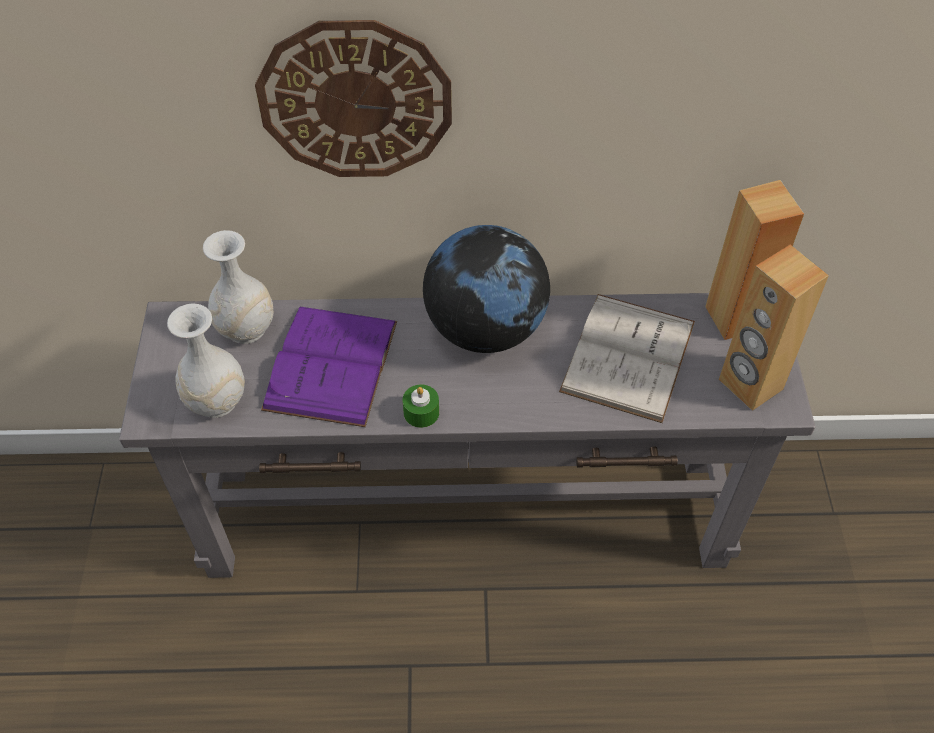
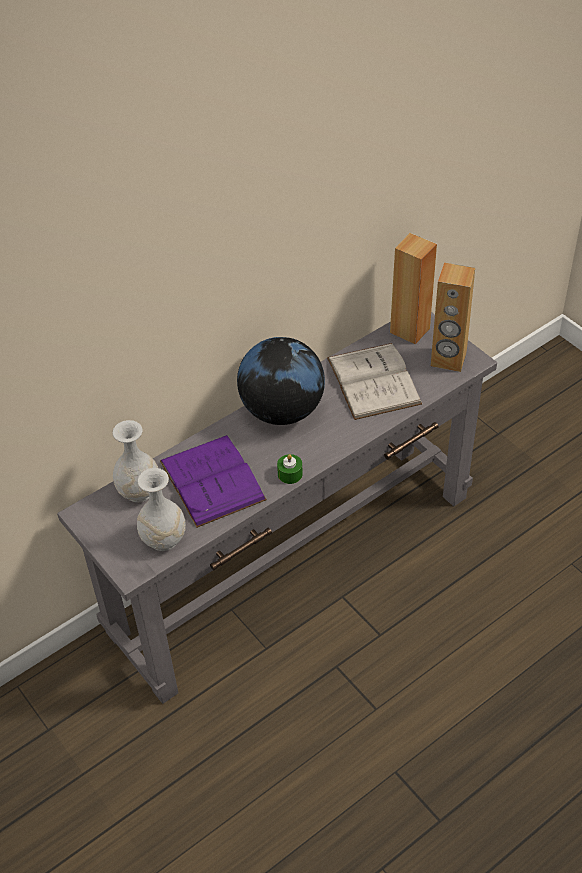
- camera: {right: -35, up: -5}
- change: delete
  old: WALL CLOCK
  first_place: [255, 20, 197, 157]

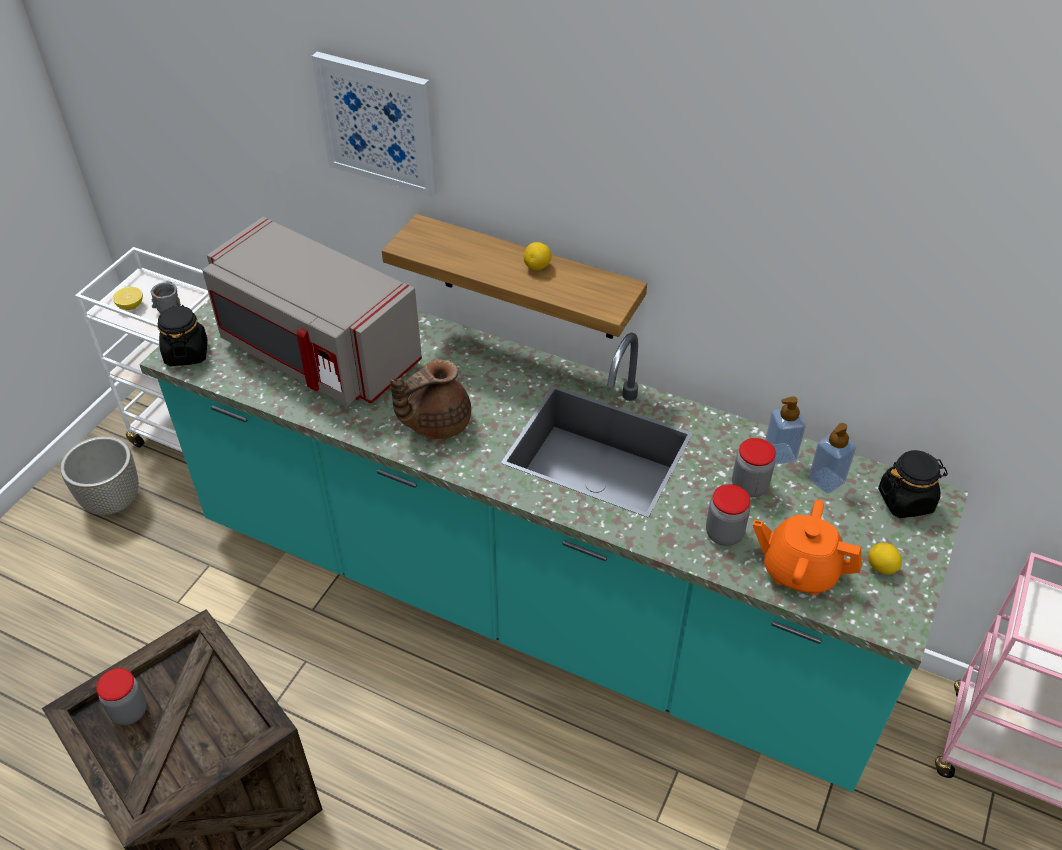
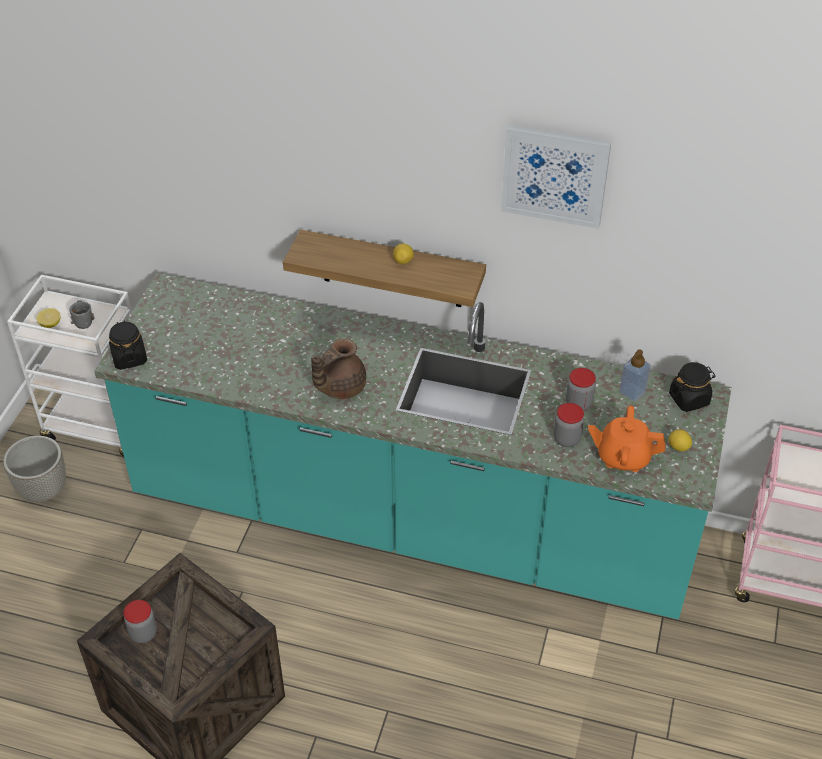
- camera: {right: -10, up: 0}
- change: move
  old: PICTURE
  first_place: [312, 52, 125, 145]
  second_place: [501, 125, 110, 104]
- change: delete
  old: GREY MICROWAVE
  first_place: [202, 217, 220, 189]
- change: delete
  old: SOAP DISPENSER
  first_place: [765, 396, 41, 69]

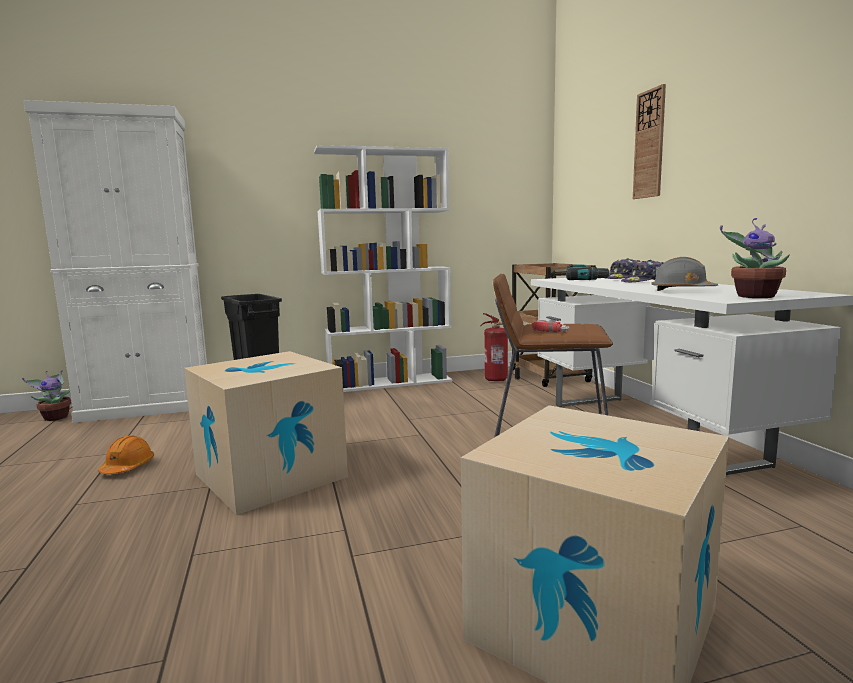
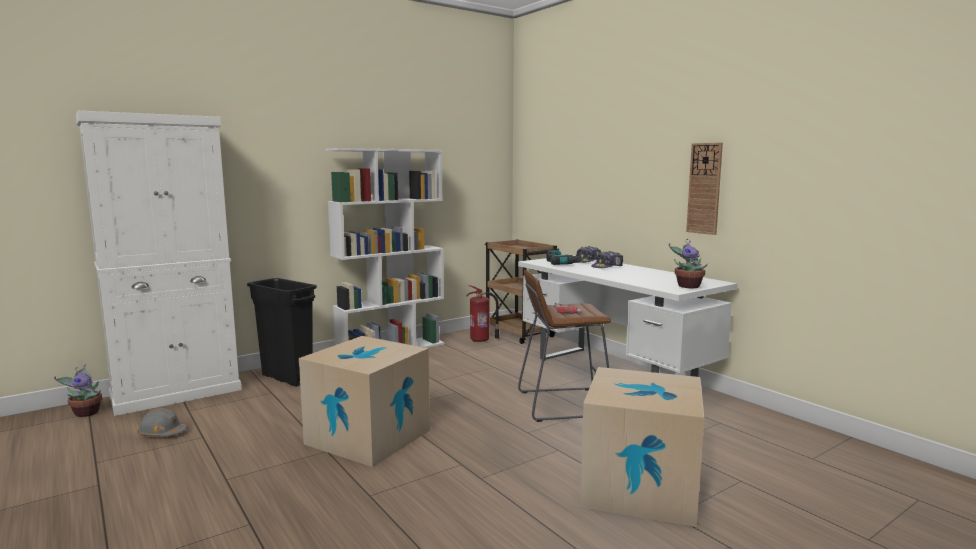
- camera: {right: -20, up: 0}
- change: move
  old: GREY HARD HAT
  first_place: [651, 257, 67, 34]
  second_place: [138, 408, 49, 28]
- change: move
  old: WALL CLOCK
  first_place: [633, 84, 33, 115]
  second_place: [686, 143, 37, 92]
- change: delete
  old: ORANGE HARD HAT
  first_place: [98, 435, 56, 39]

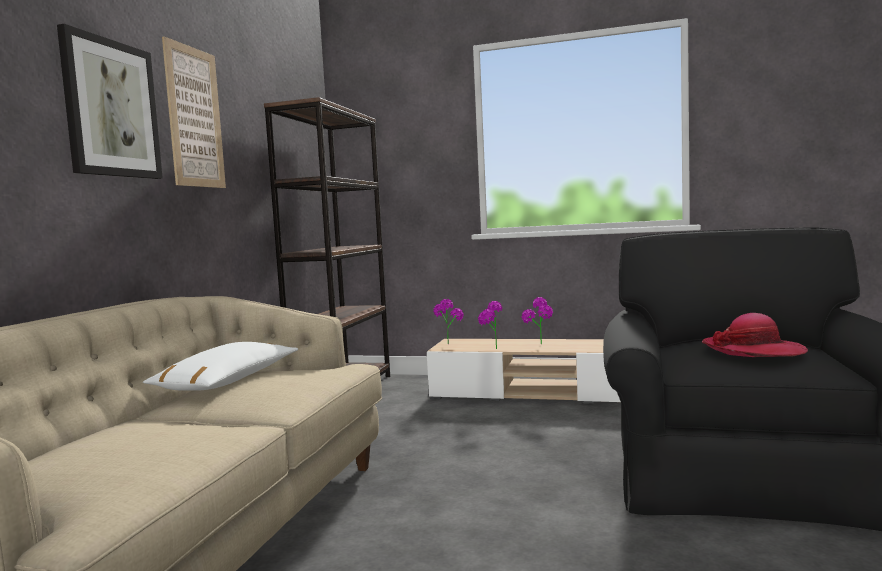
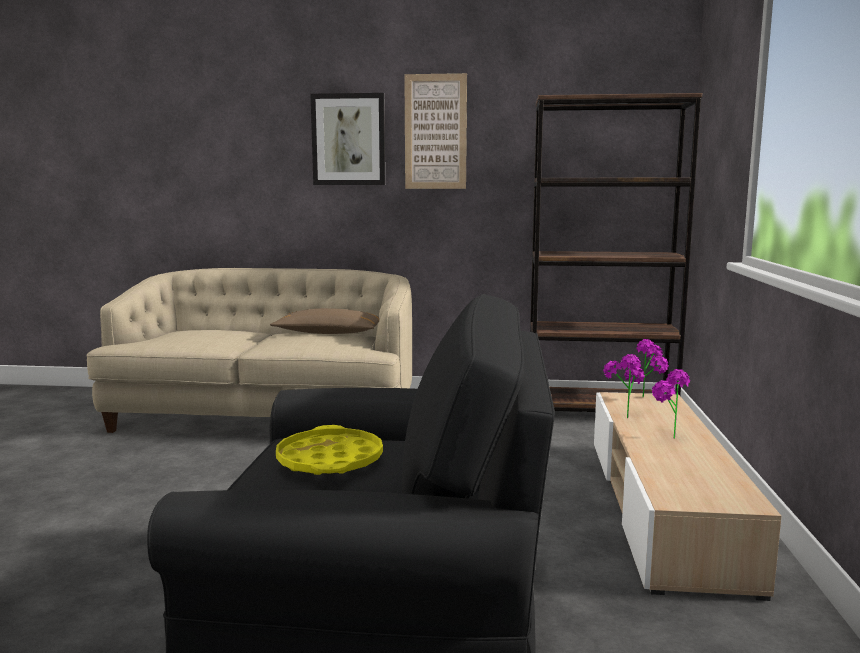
- camera: {right: 80, up: 5}
- change: recolor
  old: WHITE PILLOW
  new: BROWN PILLOW
  first_place: [143, 342, 155, 49]
  second_place: [270, 308, 109, 26]
- change: replace
  old: HAT
  new: YELLOW TRAY
  first_place: [702, 313, 106, 44]
  second_place: [276, 425, 107, 50]

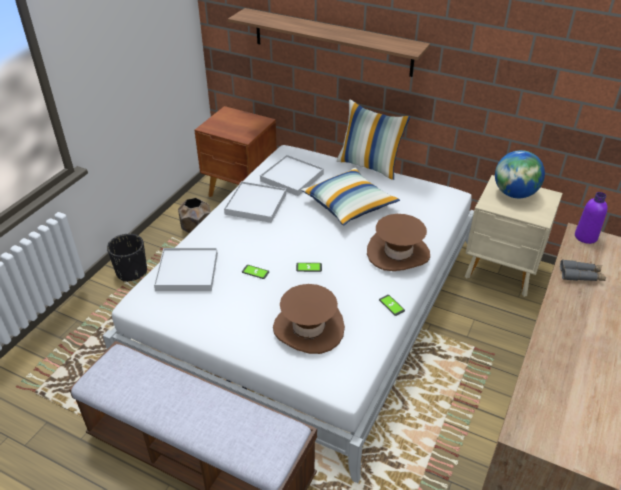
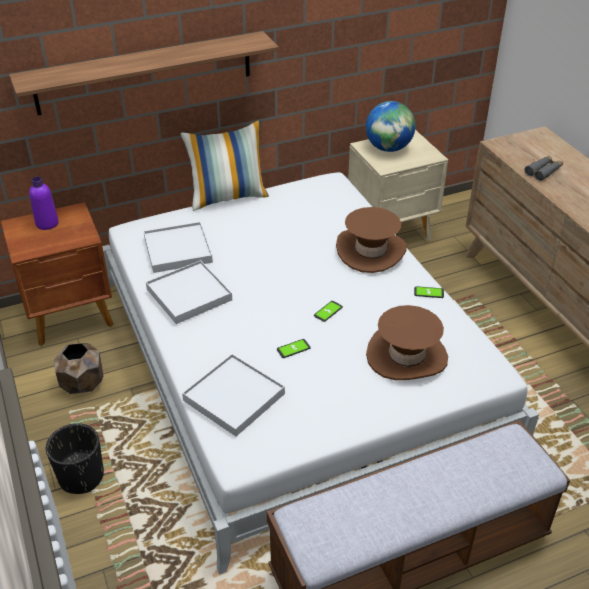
- camera: {right: -50, up: 0}
- change: move
  old: PURPLE BOTTLE
  first_place: [575, 192, 33, 52]
  second_place: [29, 177, 30, 53]
- change: delete
  old: PILLOW
  first_place: [301, 168, 99, 58]

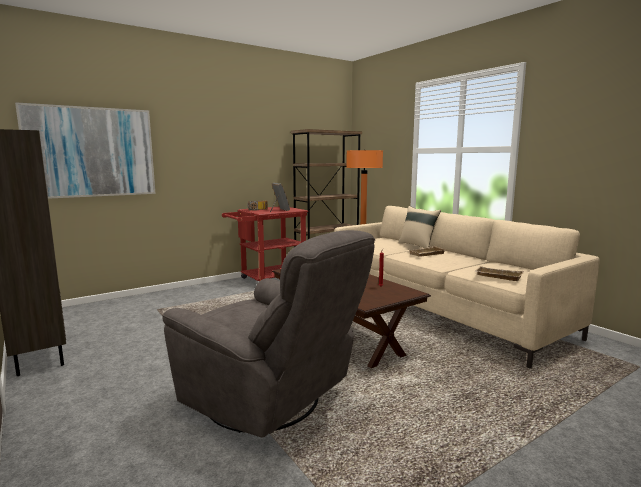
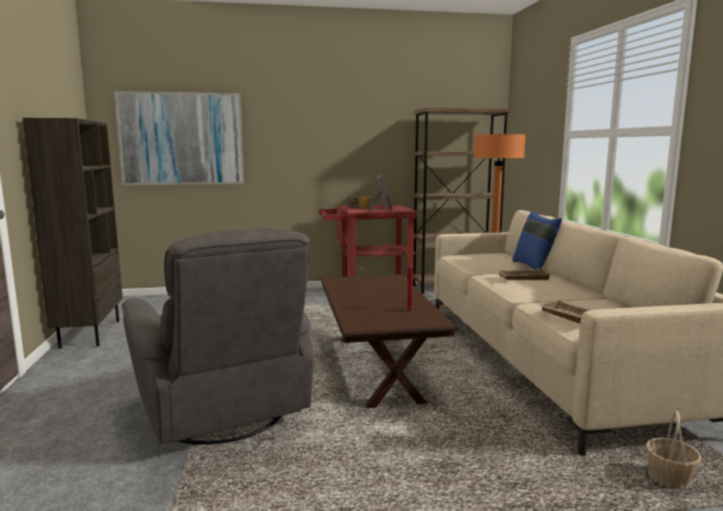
- camera: {right: 25, up: 0}
- change: recolor
  old: BEIGE PILLOW
  new: BLUE PILLOW
  first_place: [398, 206, 43, 42]
  second_place: [512, 211, 50, 58]
- change: insert
  new: BASKET
  second_place: [646, 411, 56, 78]

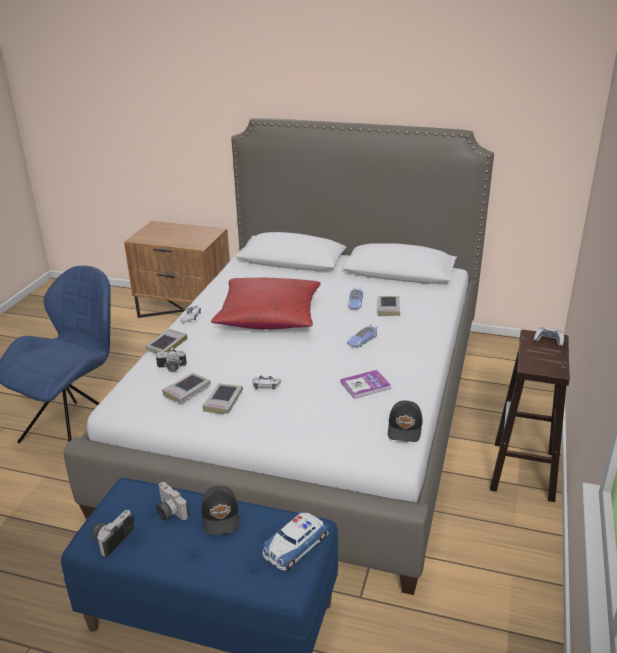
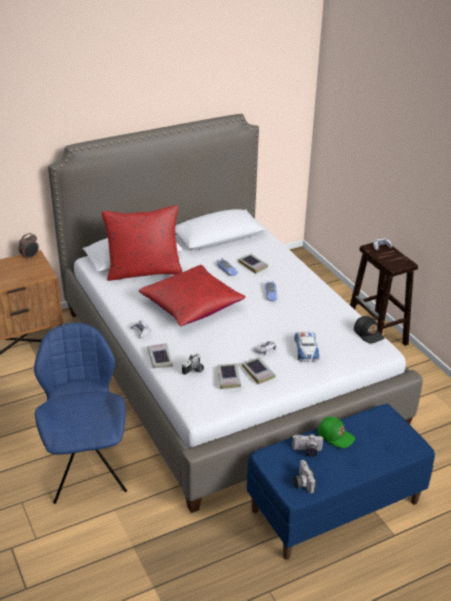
- camera: {right: -45, up: 5}
- change: insert
  new: ALARM CLOCK
  second_place: [19, 233, 20, 27]
- change: insert
  new: RED PILLOW
  second_place: [102, 206, 80, 75]
- change: move
  old: TOY CAR
  first_place: [262, 512, 67, 59]
  second_place: [294, 331, 25, 31]
- change: recolor
  old: BLACK CAP
  new: GREEN CAP
  first_place: [201, 486, 38, 49]
  second_place: [317, 417, 38, 31]
- change: delete
  old: BOOK
  first_place: [340, 370, 51, 29]

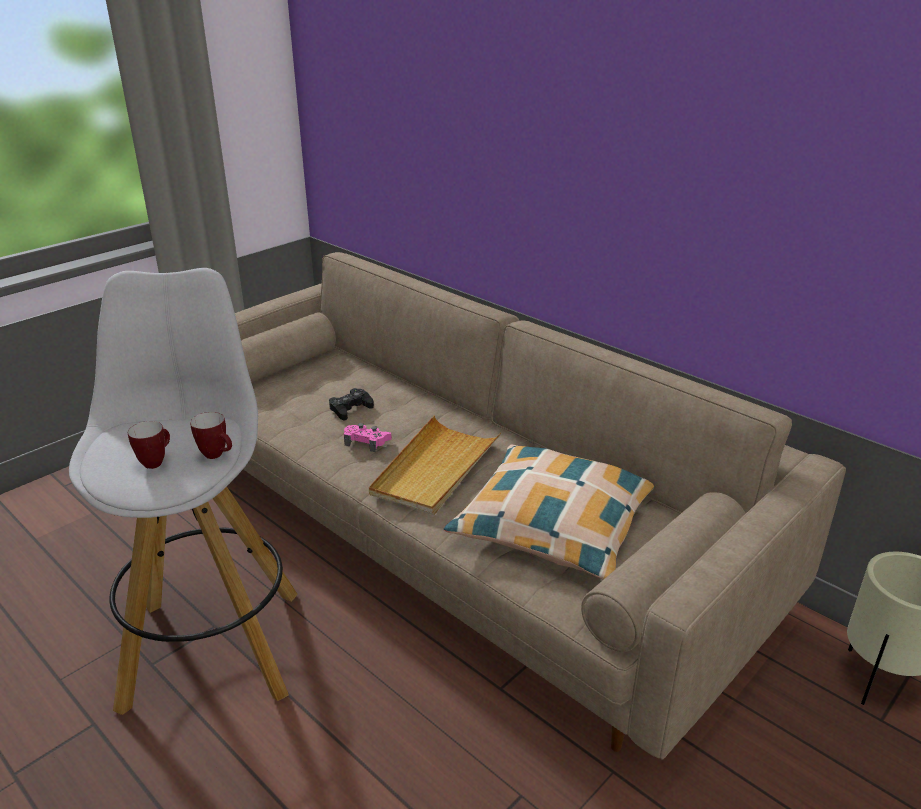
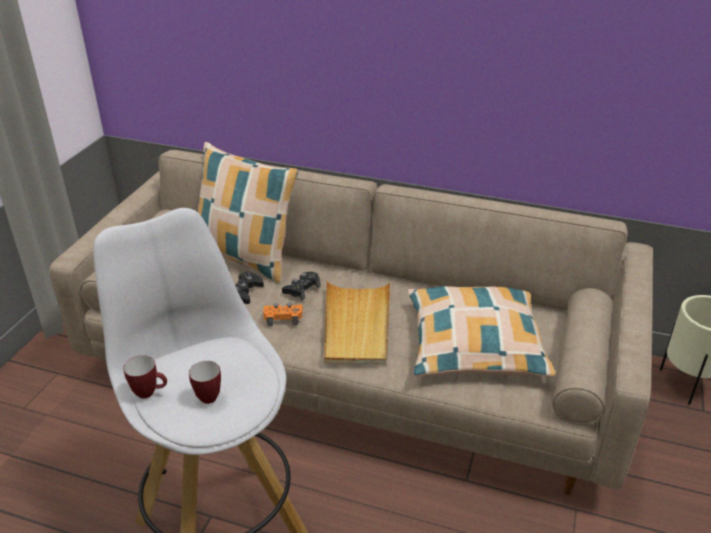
- camera: {right: -25, up: 5}
- change: move
  old: MUG
  first_place: [190, 412, 42, 47]
  second_place: [123, 355, 44, 44]
- change: insert
  new: PILLOW
  second_place: [198, 142, 101, 141]
- change: recolor
  old: PINK GAME CONTROLLER
  new: ORANGE GAME CONTROLLER
  first_place: [344, 423, 48, 29]
  second_place: [263, 303, 40, 23]
- change: insert
  new: BLACK GAME CONTROLLER
  second_place: [282, 272, 39, 28]

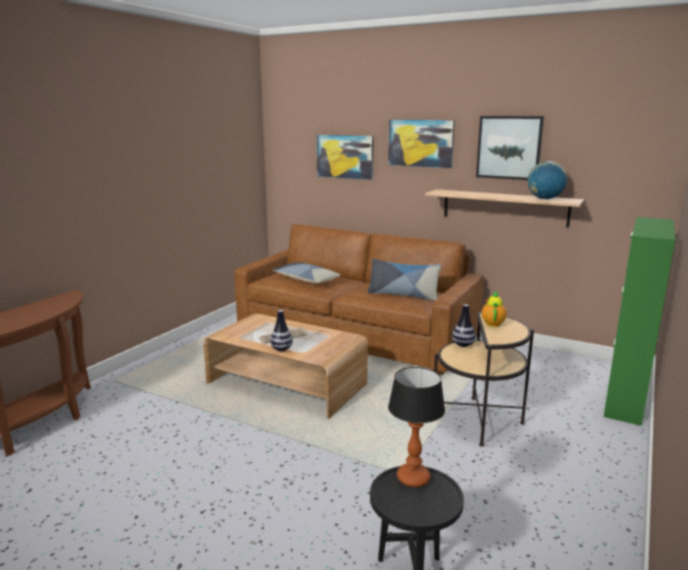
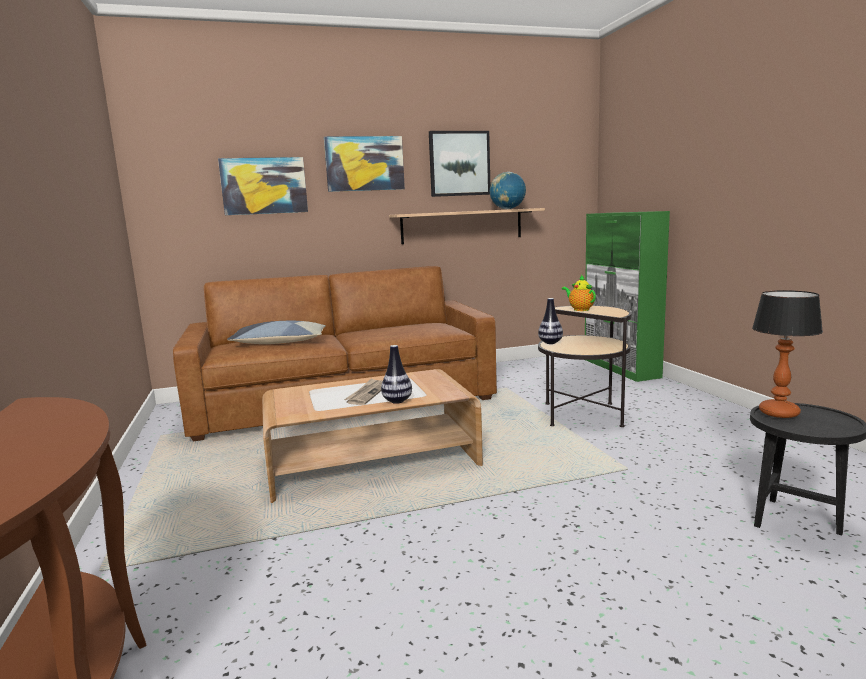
- camera: {right: -45, up: -5}
- change: delete
  old: PILLOW
  first_place: [367, 258, 74, 43]

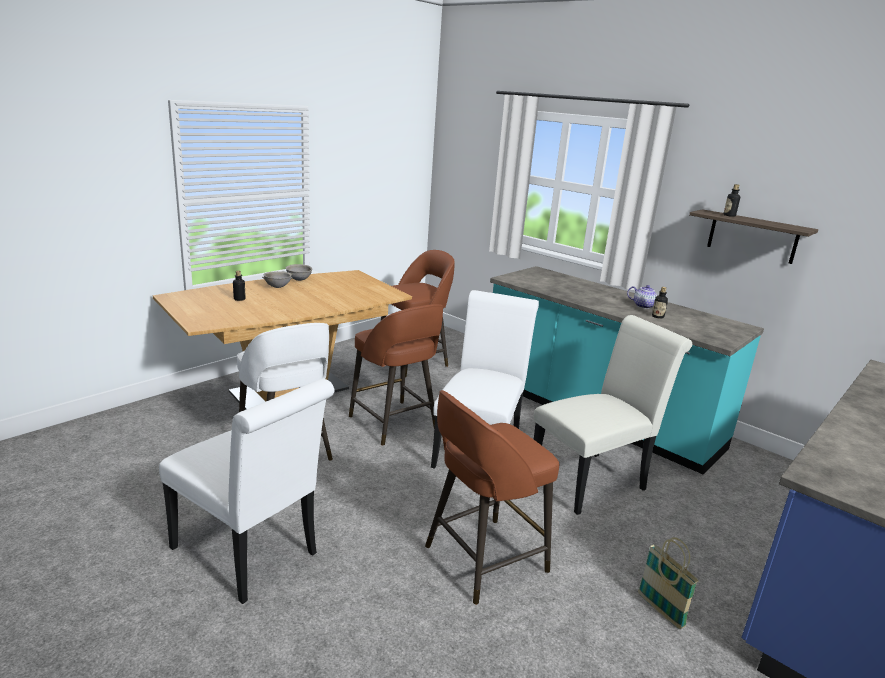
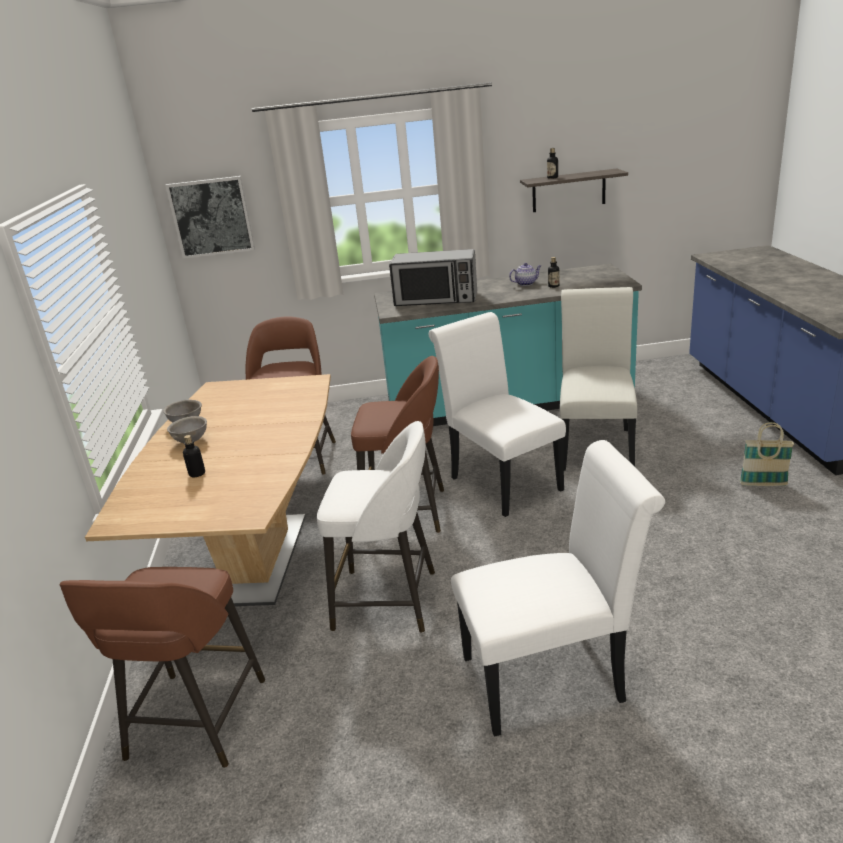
- camera: {right: -45, up: 5}
- change: move
  old: BROWN STOOL
  first_place: [425, 390, 134, 215]
  second_place: [59, 567, 206, 200]
- change: insert
  new: PICTURE
  second_place: [165, 176, 90, 83]
- change: insert
  new: MICROWAVE
  second_place: [389, 249, 88, 57]

